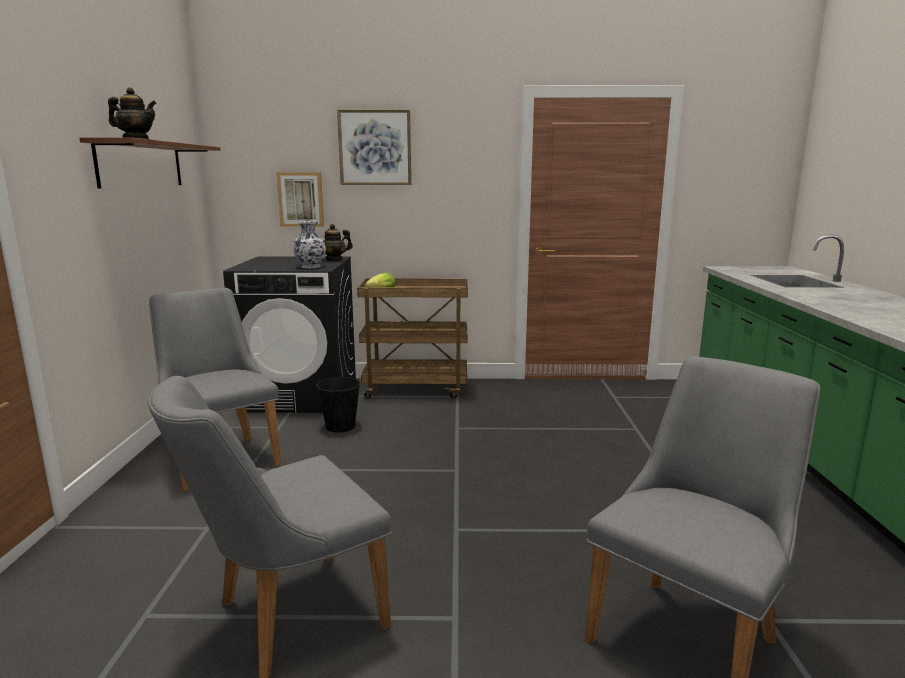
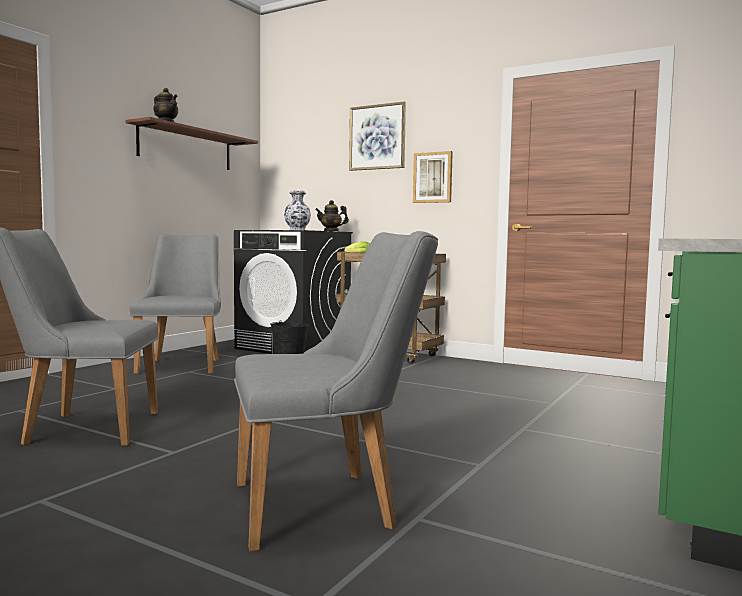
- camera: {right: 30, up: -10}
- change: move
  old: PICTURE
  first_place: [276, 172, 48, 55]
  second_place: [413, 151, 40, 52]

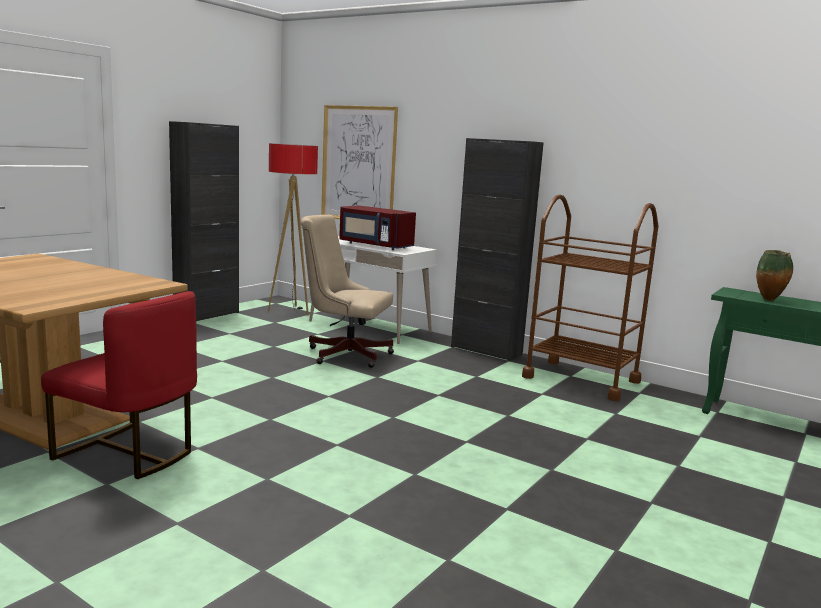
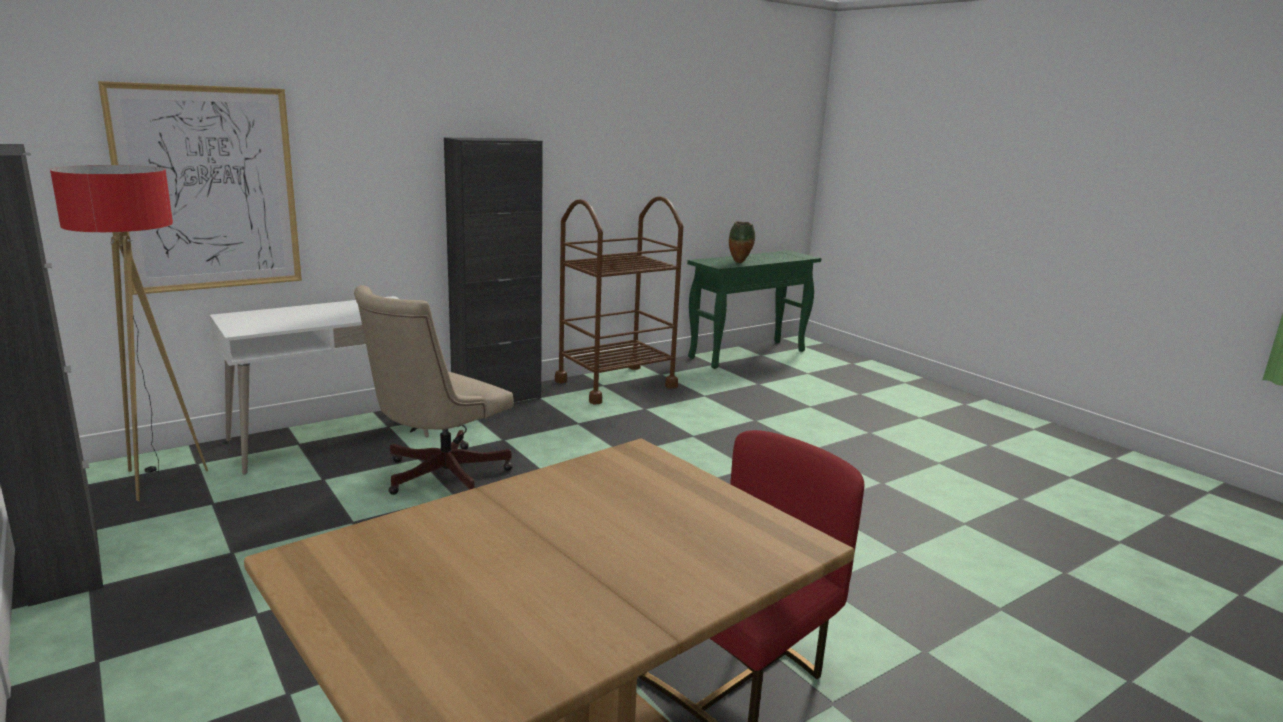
- camera: {right: -70, up: 5}
- change: delete
  old: RED MICROWAVE
  first_place: [339, 205, 77, 45]

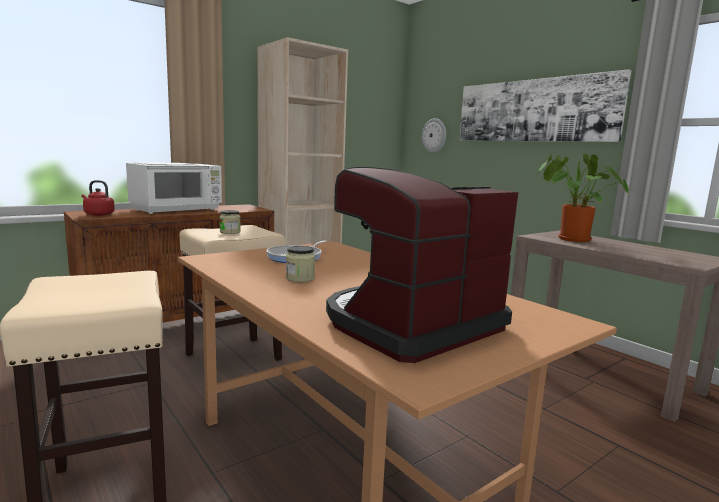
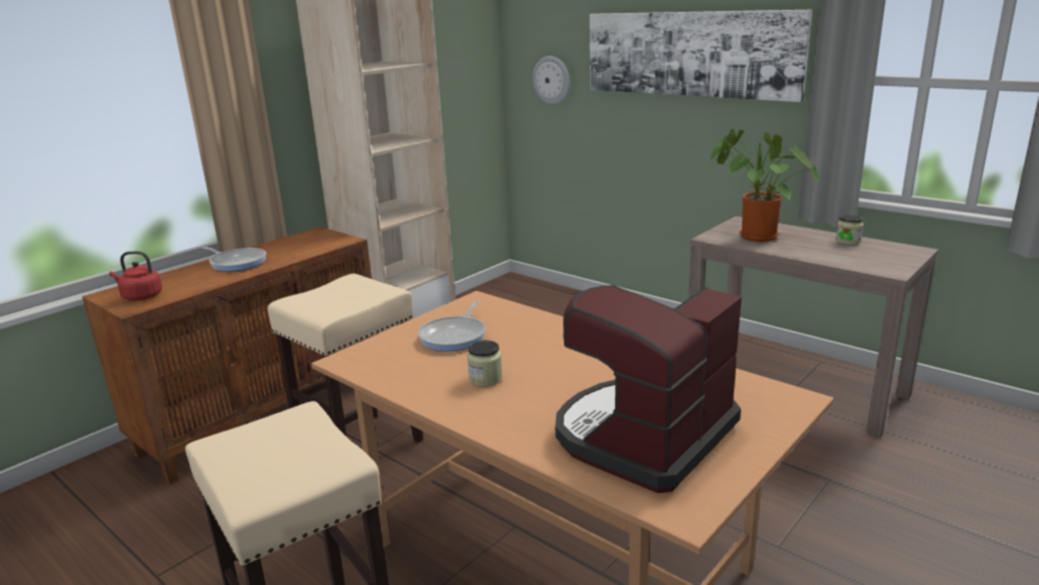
- camera: {right: -10, up: 10}
- change: replace
  old: WHITE MICROWAVE
  new: FRYING PAN
  first_place: [126, 162, 96, 52]
  second_place: [202, 247, 64, 25]
- change: move
  old: JAR
  first_place: [220, 210, 21, 24]
  second_place: [835, 215, 29, 30]

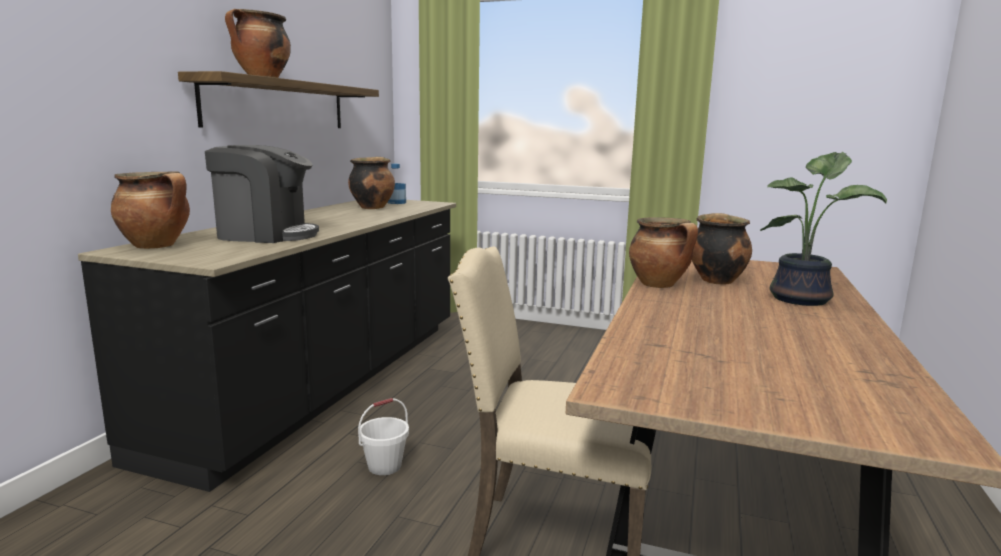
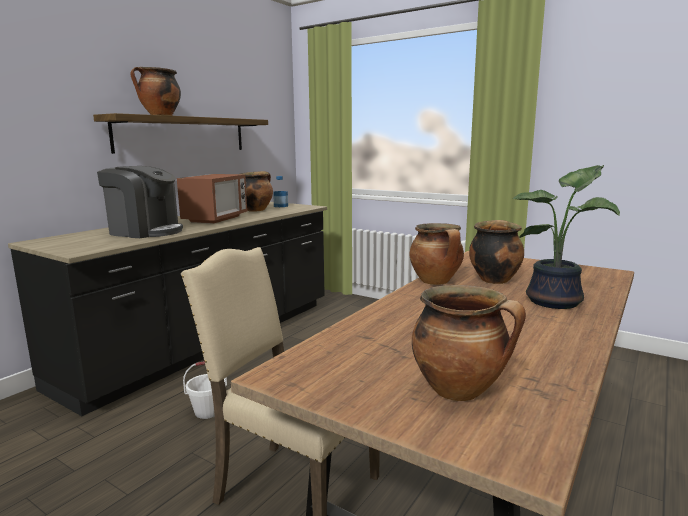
- camera: {right: 15, up: 0}
- change: insert
  new: MICROWAVE
  second_place: [177, 174, 70, 50]
- change: move
  old: COOKING POT
  first_place: [111, 171, 79, 78]
  second_place: [412, 285, 114, 116]

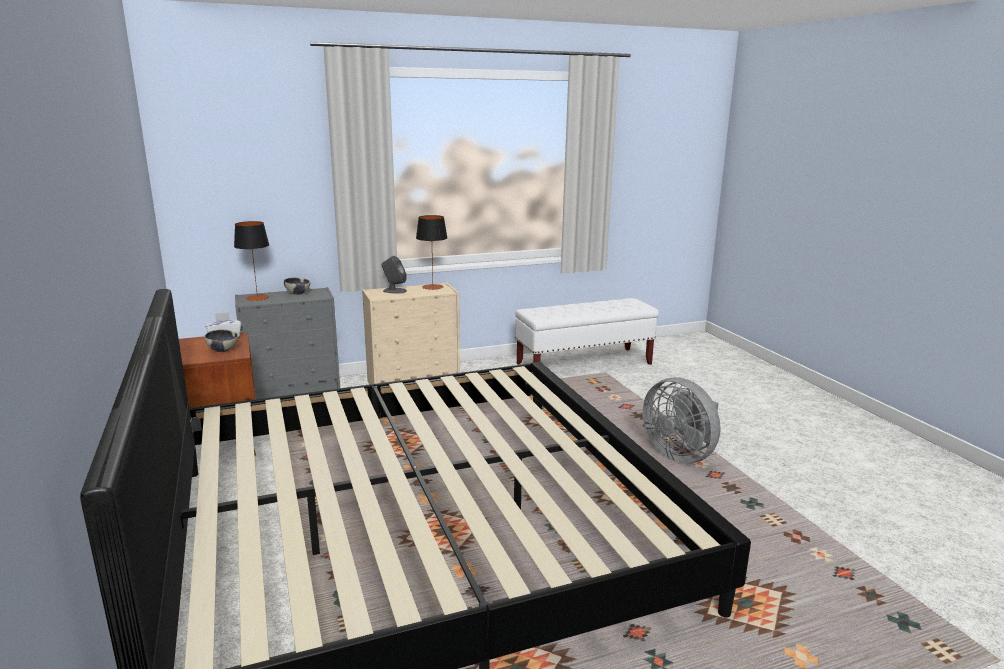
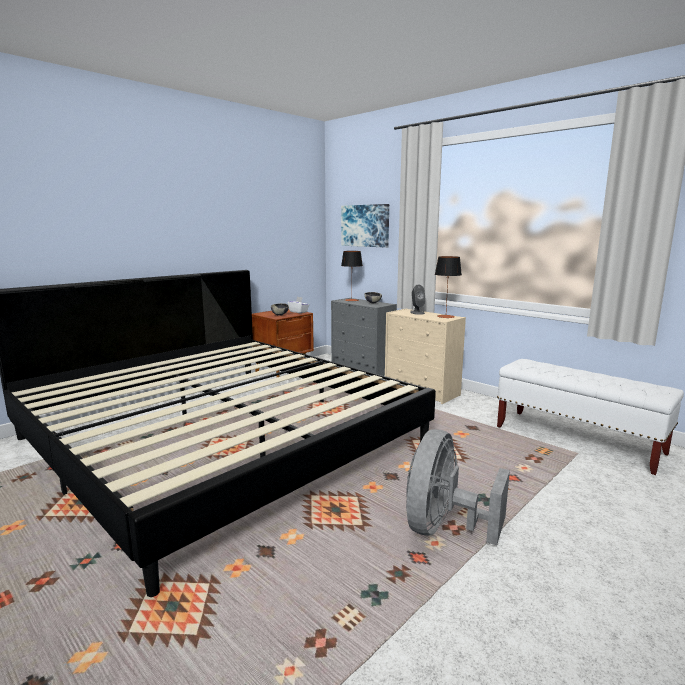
- camera: {right: 65, up: -5}
- change: insert
  new: PICTURE
  second_place: [341, 204, 48, 43]

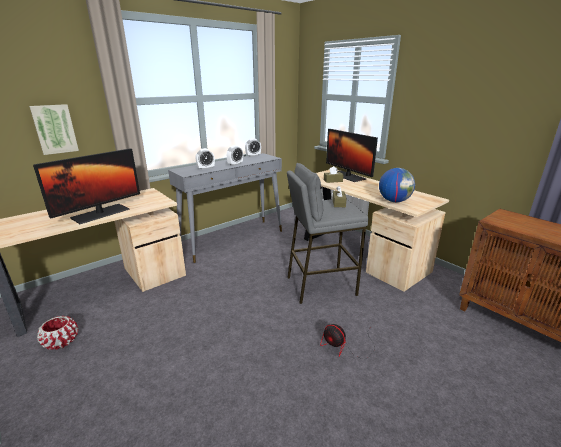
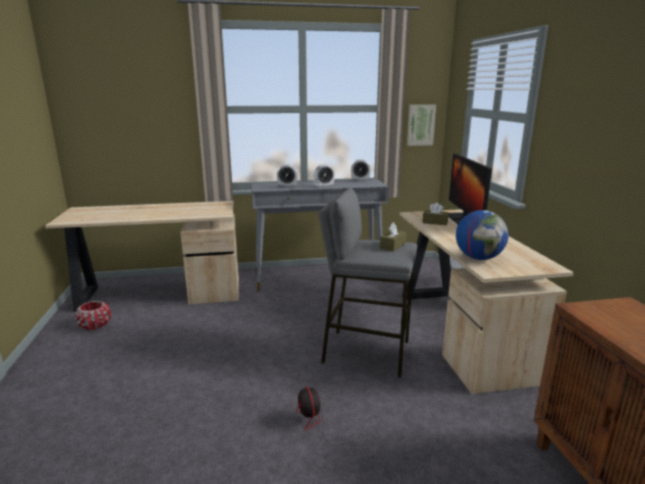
- camera: {right: 30, up: -5}
- change: move
  old: PICTURE
  first_place: [29, 104, 50, 51]
  second_place: [407, 105, 29, 41]
- change: delete
  old: MONITOR
  first_place: [33, 149, 107, 75]

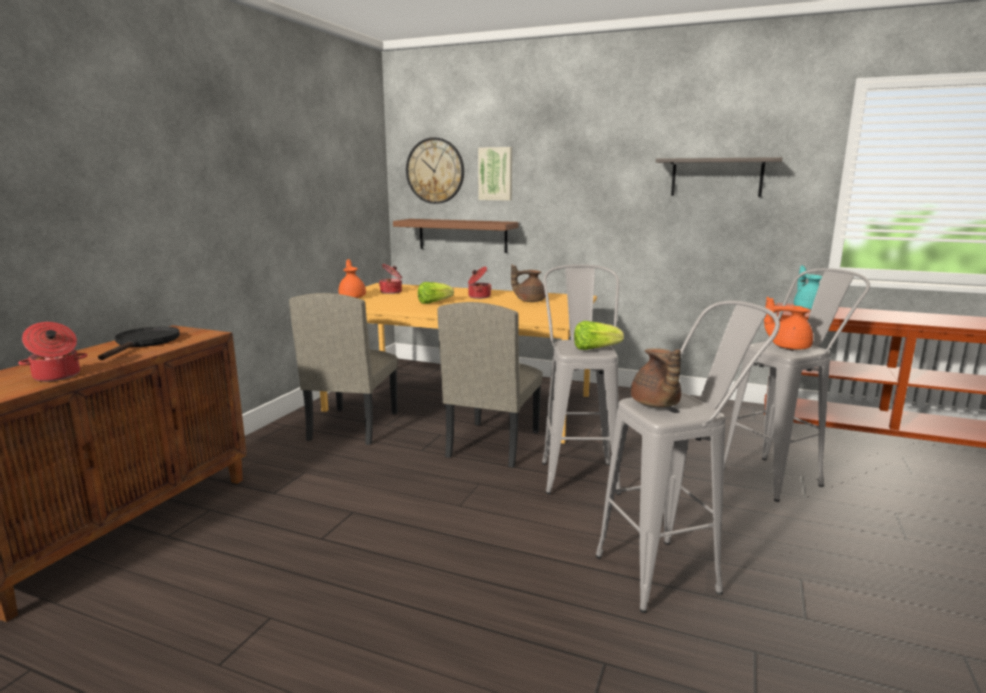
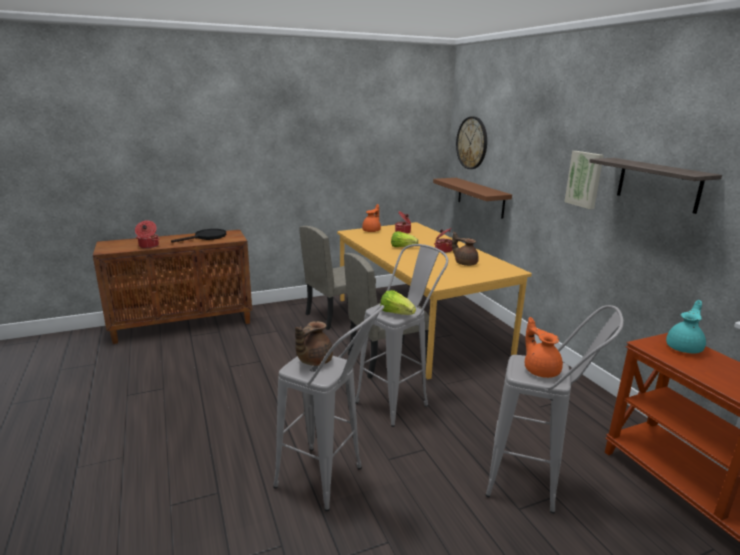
- camera: {right: 45, up: 5}
- change: move
  old: PICTURE
  first_place: [478, 147, 34, 54]
  second_place: [564, 151, 40, 58]

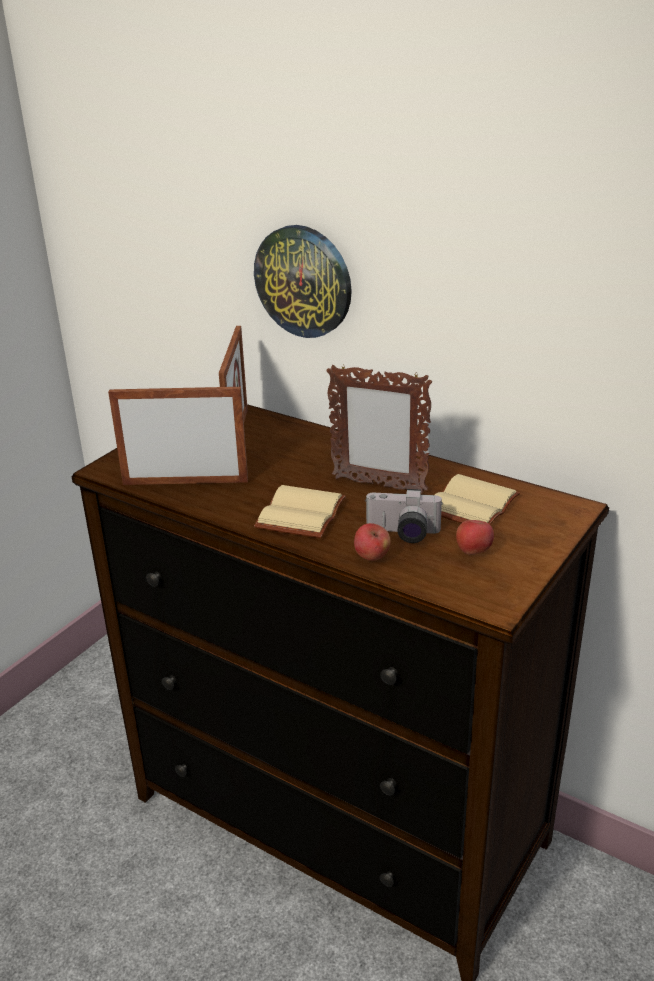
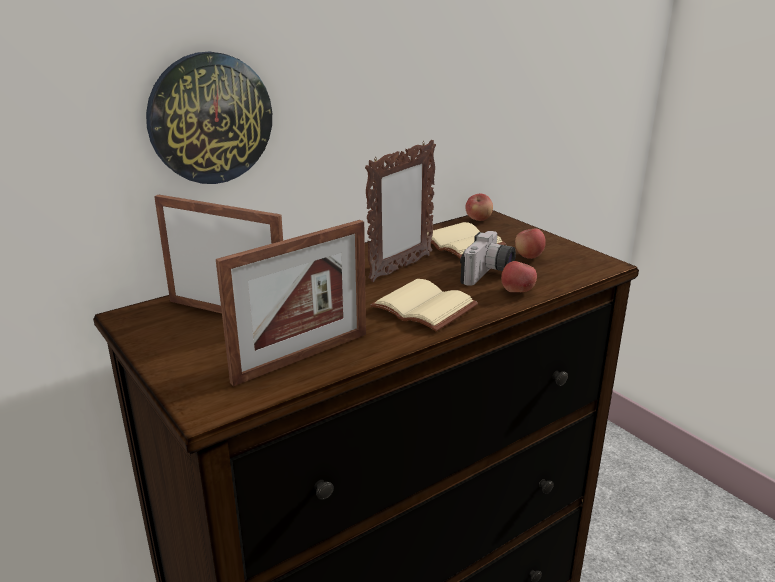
- camera: {right: -70, up: -5}
- change: rotate
  old: PICTURE FRAME
  first_place: [108, 387, 140, 98]
  second_place: [216, 220, 150, 166]
  degrees: -150
- change: insert
  new: APPLE
  second_place: [465, 194, 28, 27]

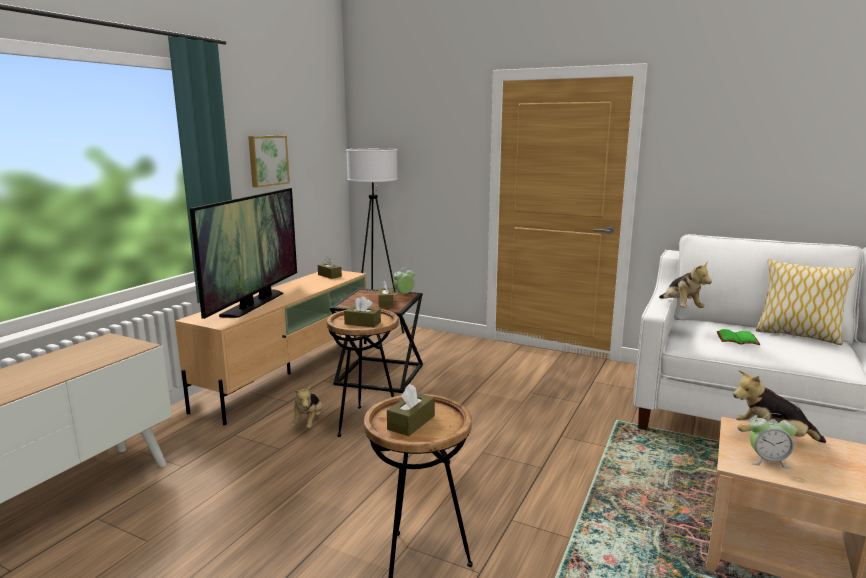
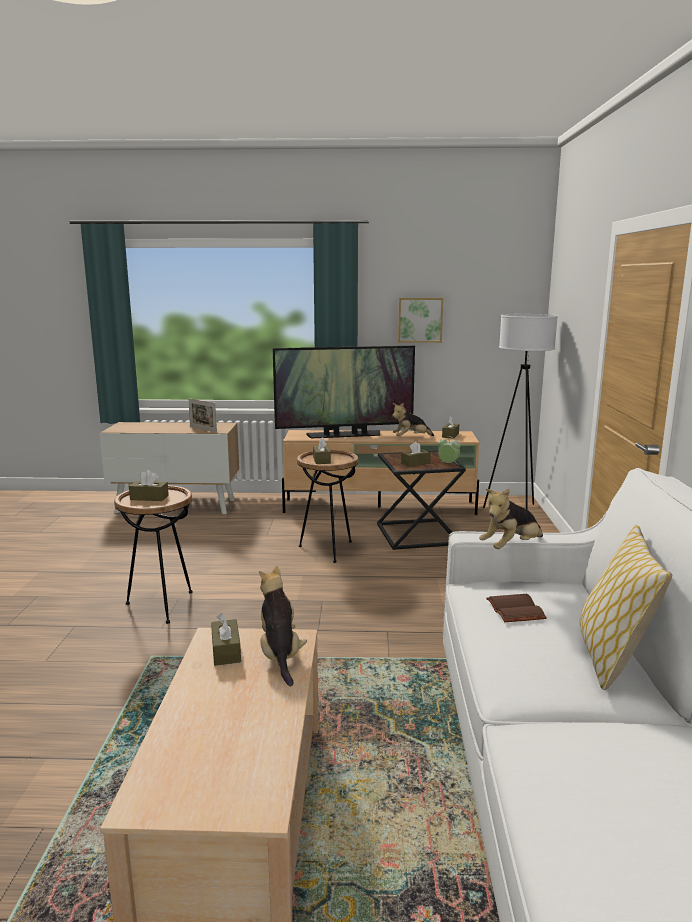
- camera: {right: 65, up: 0}
- change: insert
  new: PICTURE FRAME
  second_place: [188, 398, 29, 34]
- change: replace
  old: ALARM CLOCK
  new: BROWN TISSUE BOX
  first_place: [750, 413, 47, 56]
  second_place: [211, 613, 30, 53]
- change: move
  old: PLUSH TOY
  first_place: [290, 385, 33, 44]
  second_place: [392, 403, 42, 33]
- change: recolor
  old: GREEN BOOK
  new: BROWN BOOK
  first_place: [717, 329, 43, 16]
  second_place: [486, 594, 61, 28]

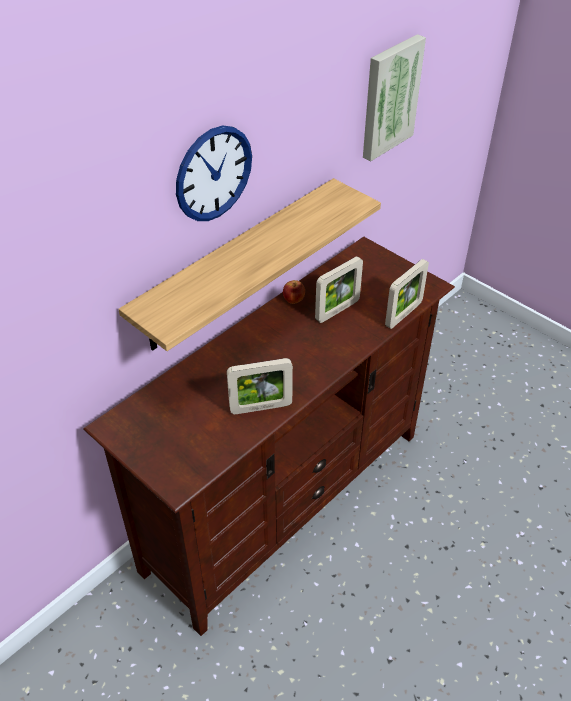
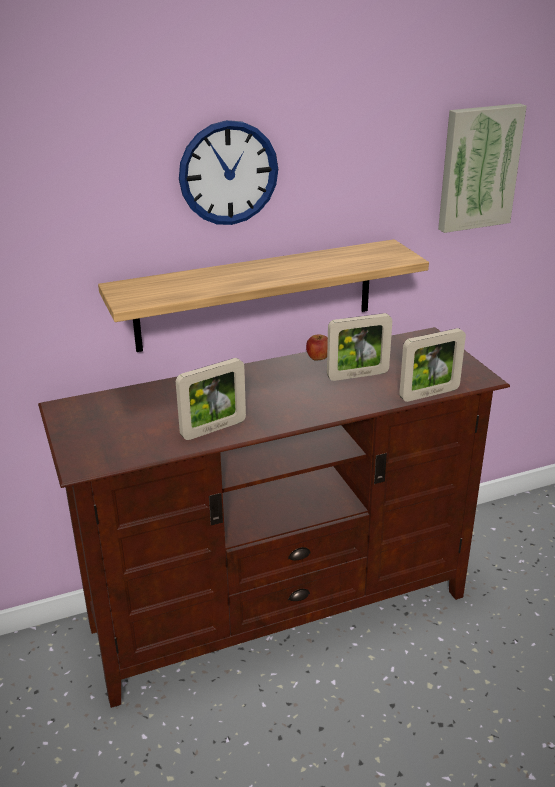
- camera: {right: 25, up: -15}
- change: rotate
  old: PICTURE FRAME
  first_place: [227, 358, 66, 56]
  second_place: [176, 358, 70, 82]
  degrees: -45

